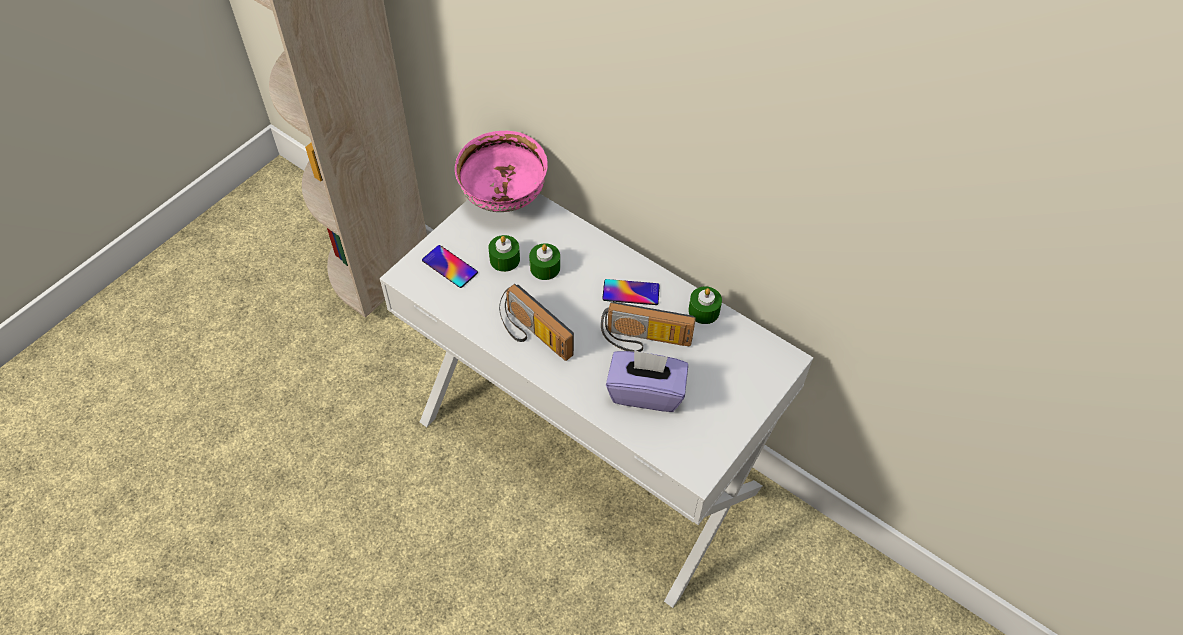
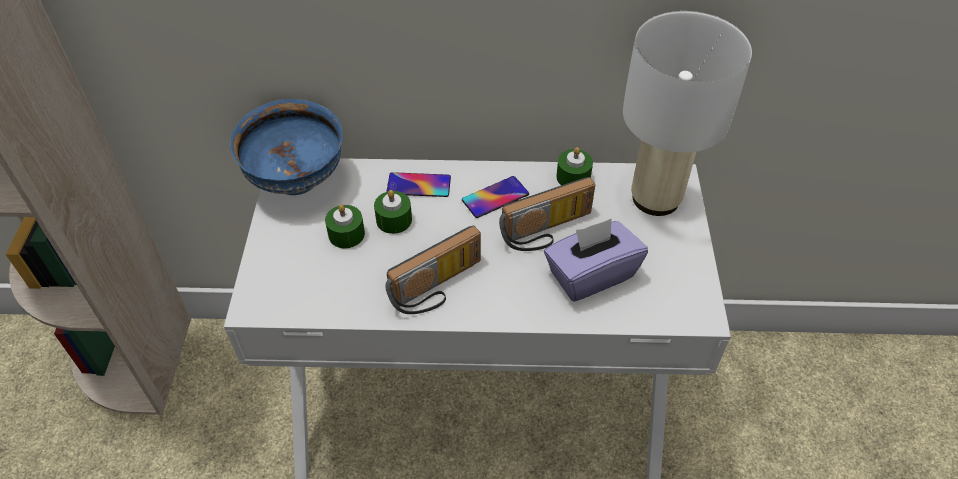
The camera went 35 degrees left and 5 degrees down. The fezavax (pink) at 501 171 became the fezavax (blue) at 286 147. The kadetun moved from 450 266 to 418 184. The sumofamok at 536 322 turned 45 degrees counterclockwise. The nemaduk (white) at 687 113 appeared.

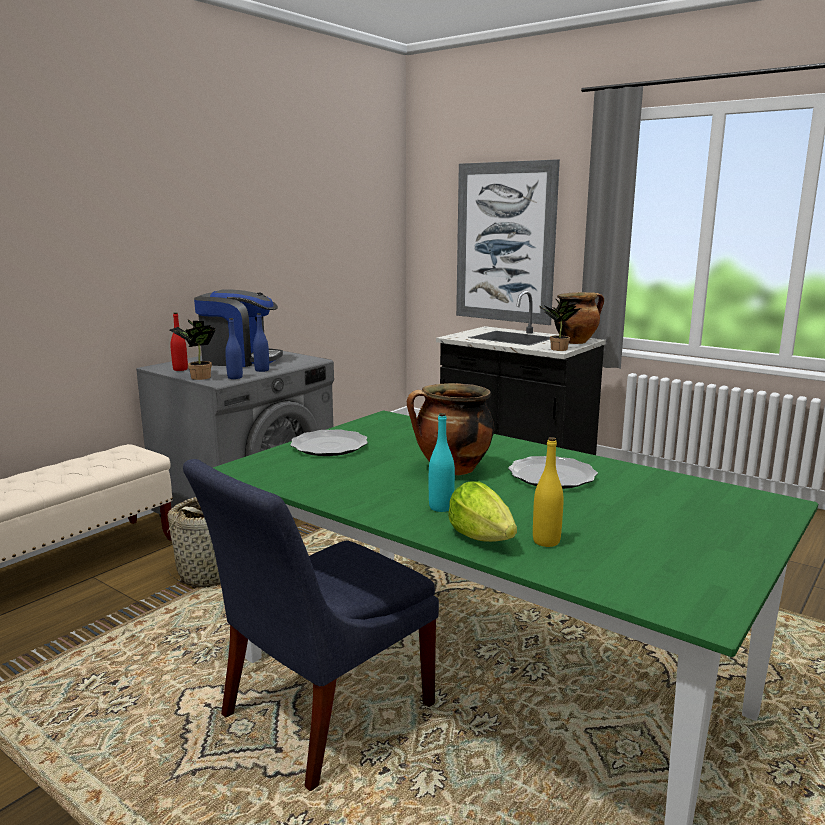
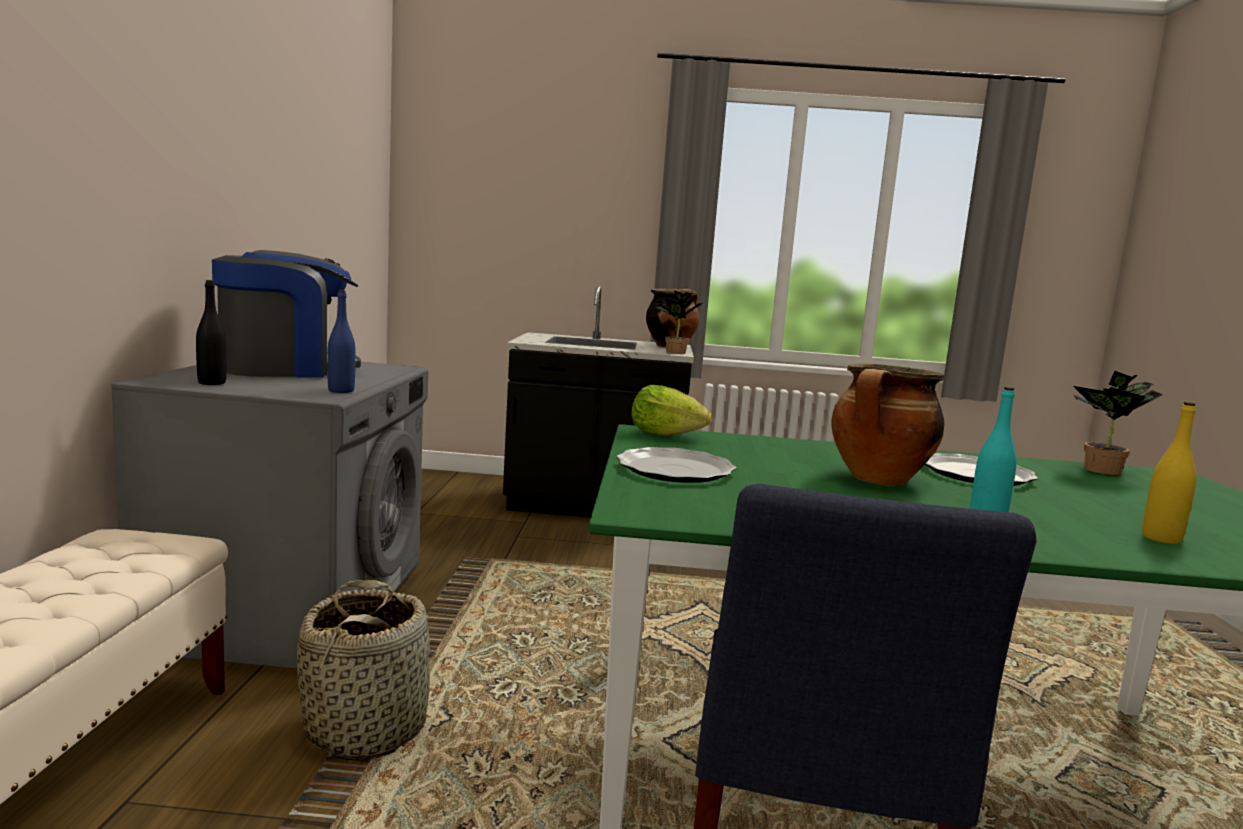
The camera went 35 degrees left and 5 degrees down. The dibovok at 508 242 disappeared. The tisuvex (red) at 179 341 became the tisuvex (black) at 211 332. The tisuvex (blue) at 261 342 disappeared. The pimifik moved from 193 349 to 1118 423. The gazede moved from 482 512 to 671 410.

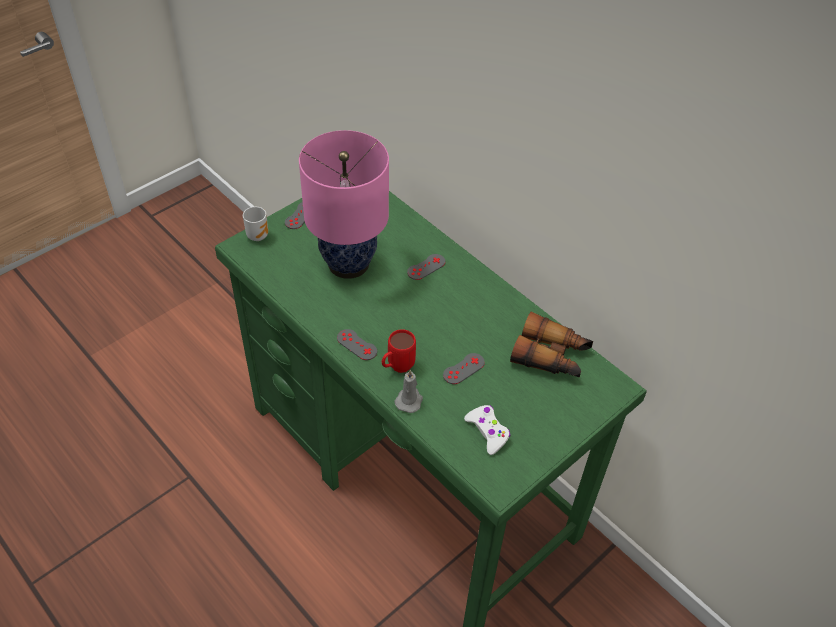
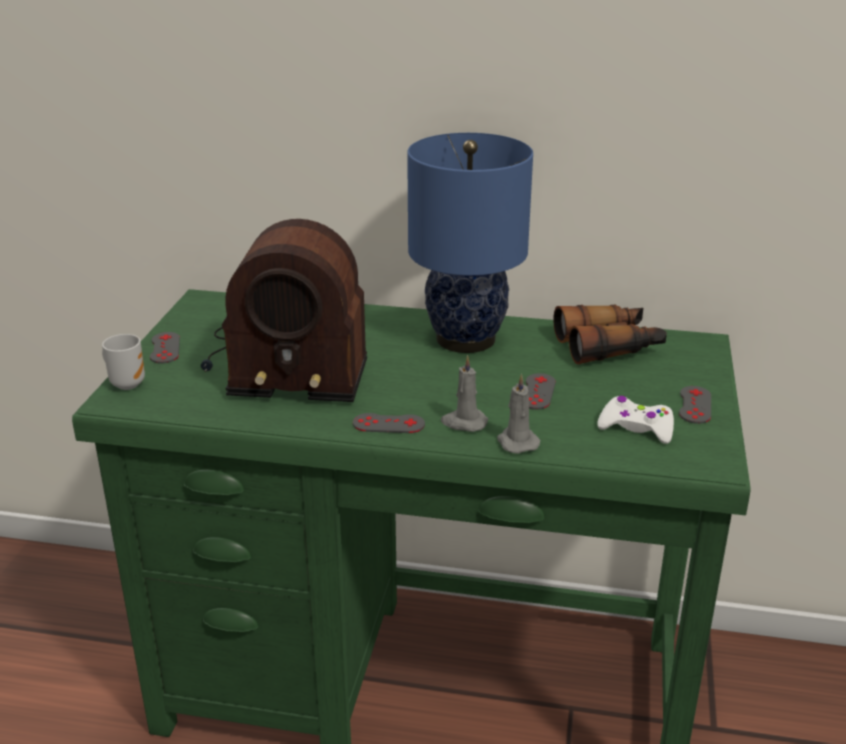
The camera went 35 degrees left and 20 degrees down. The nemaduk (pink) at 344 204 was replaced by the sumofamok at 284 310. The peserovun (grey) moved from 426 267 to 695 405. The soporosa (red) at 399 351 was replaced by the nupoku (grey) at 464 393. The nemaduk (blue) at 470 243 appeared.

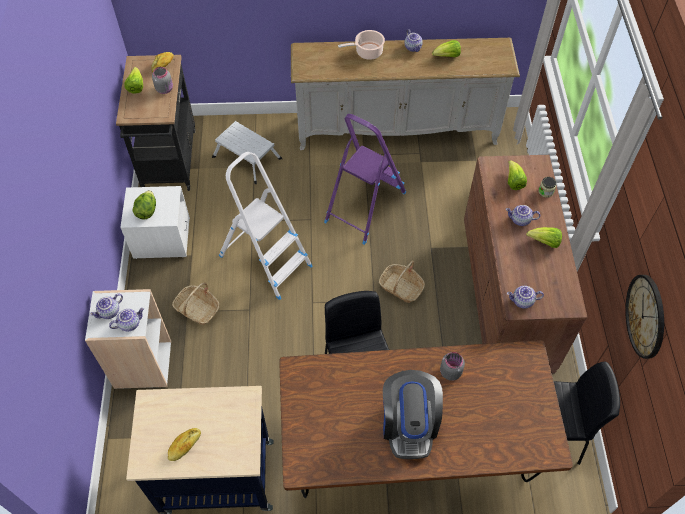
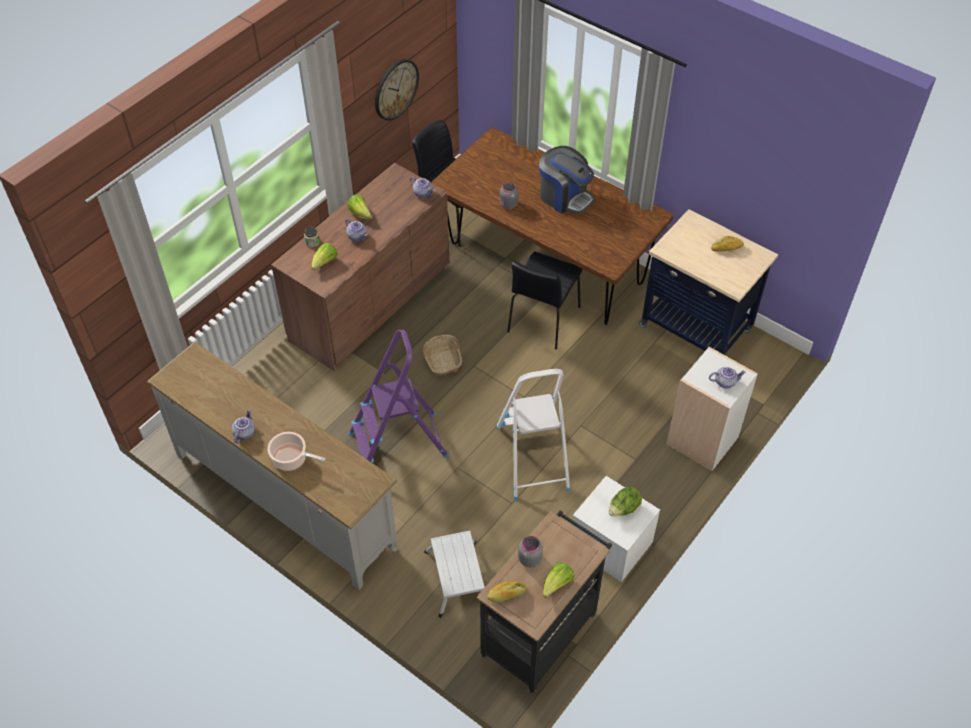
The camera went 140 degrees left and 5 degrees down. The gazede at 446 48 disappeared. The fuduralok at 195 303 disappeared. The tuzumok at 126 319 disappeared. The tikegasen at 413 414 turned 90 degrees clockwise.

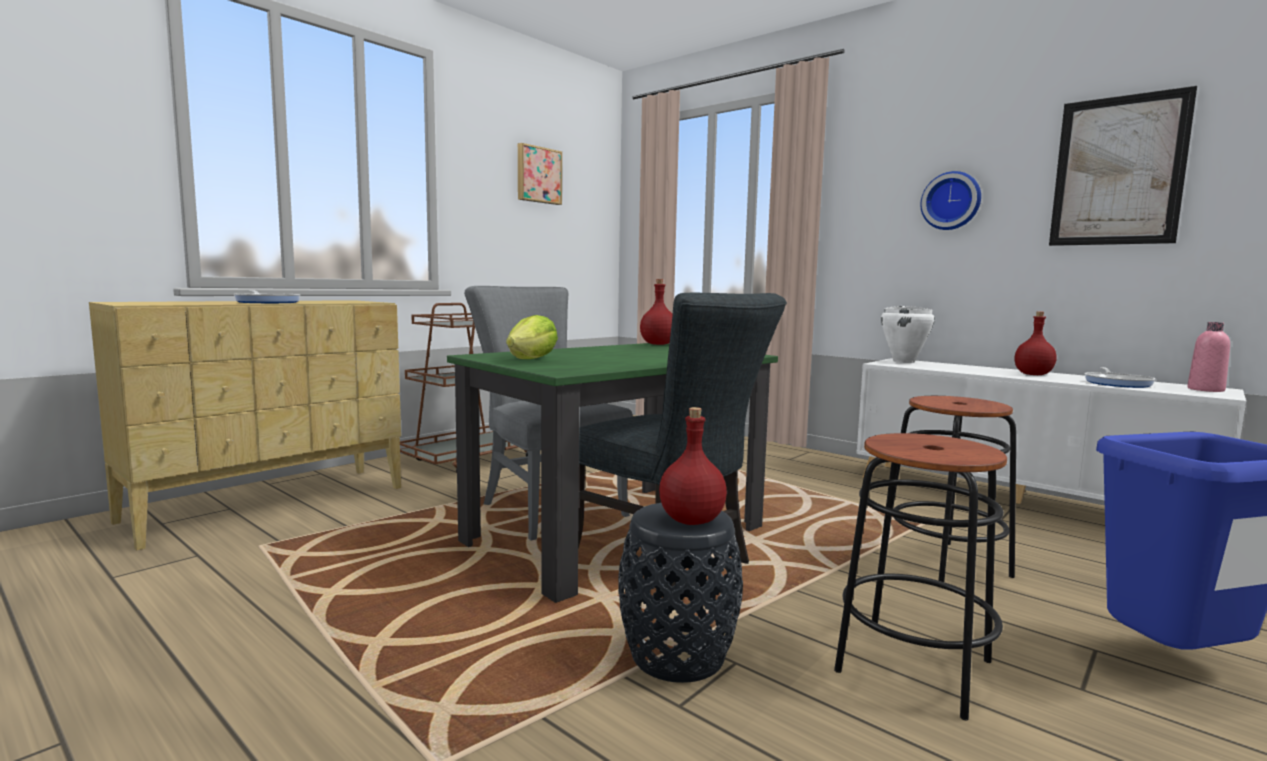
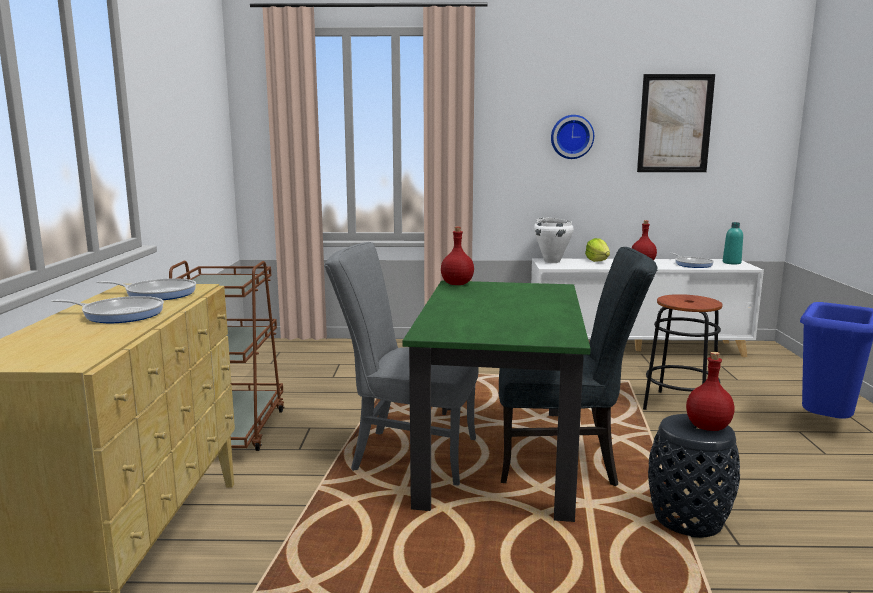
The camera went 40 degrees left and 5 degrees up. The dibovok at 540 174 disappeared. The gazede moved from 532 337 to 597 250. The tisuvex (pink) at 1208 357 became the tisuvex (turquoise) at 733 243. The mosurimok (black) at 920 576 disappeared. The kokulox at 146 289 appeared.

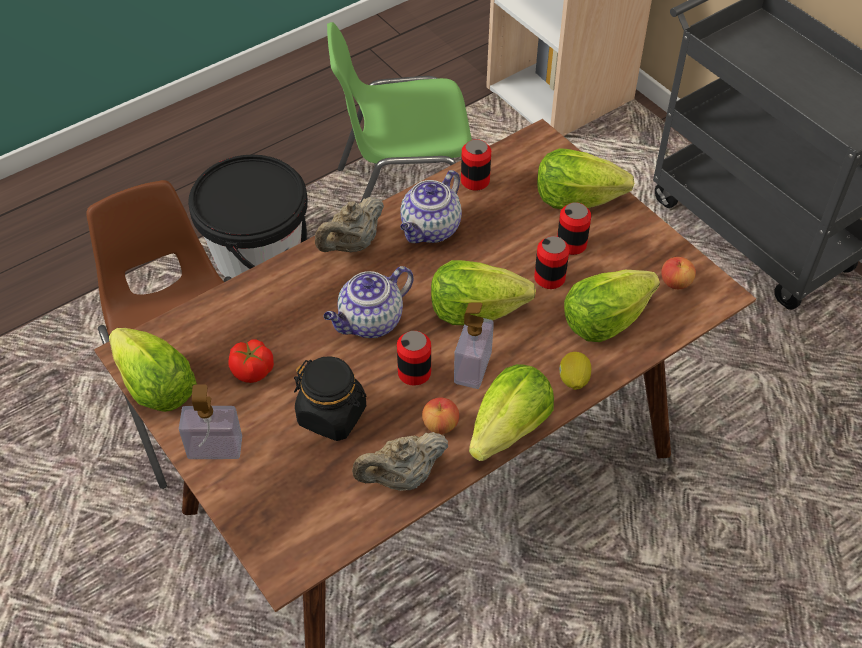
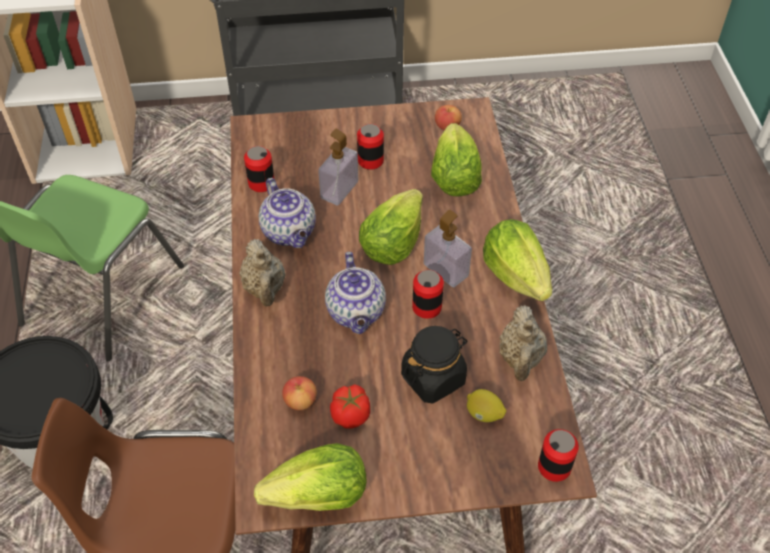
The camera went 60 degrees left and 0 degrees up. The gazede at 586 178 disappeared. The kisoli moved from 552 262 to 558 455. The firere moved from 575 371 to 487 405. The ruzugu moved from 210 421 to 338 167. The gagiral moved from 440 416 to 299 393.

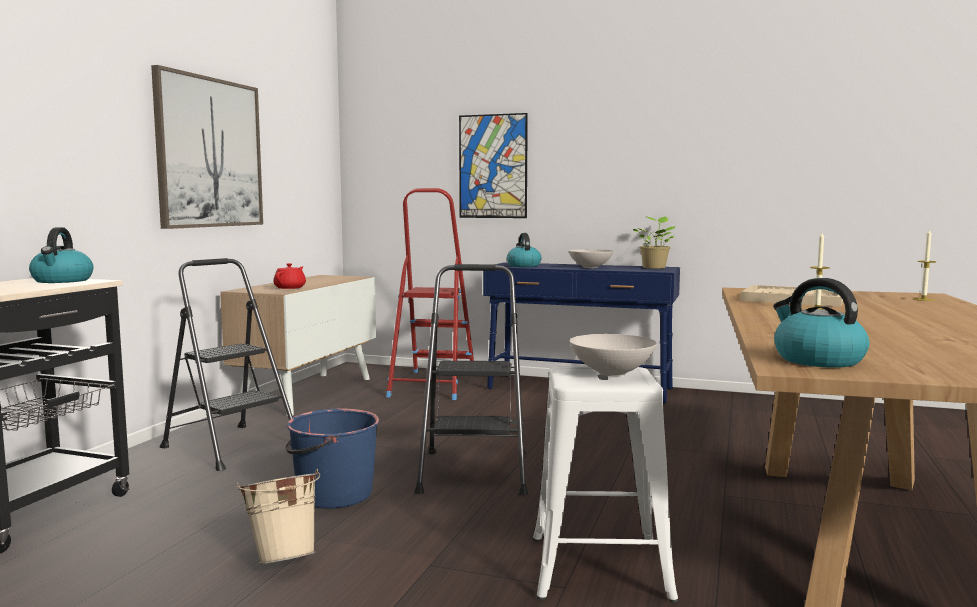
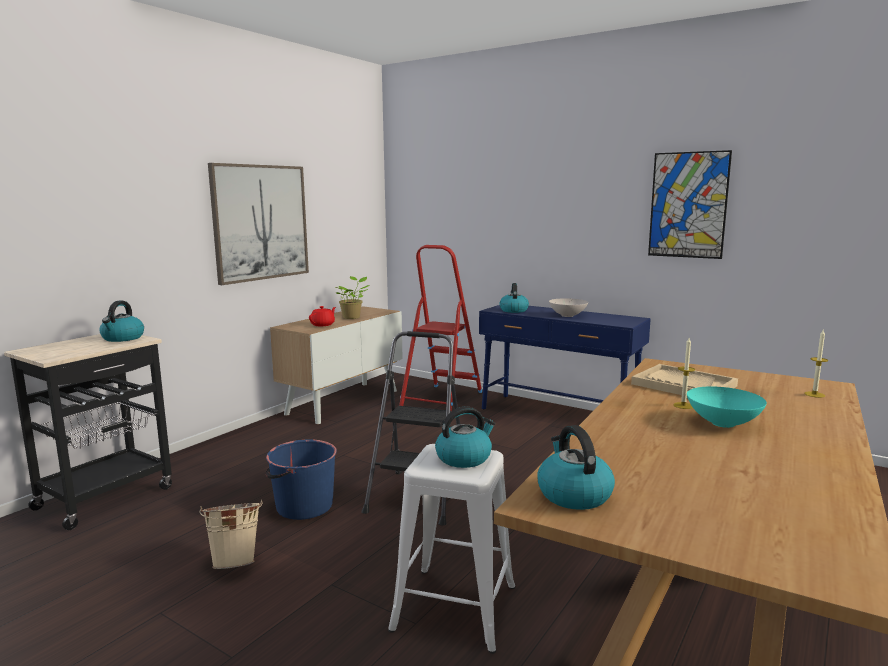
The camera went 15 degrees right and 5 degrees up. The dibovok moved from 493 165 to 690 204. The pimifik moved from 654 242 to 353 297. The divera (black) at 226 364 disappeared. The fezavax (white) at 613 355 was replaced by the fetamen at 465 437. The fezavax (turquoise) at 727 407 appeared.

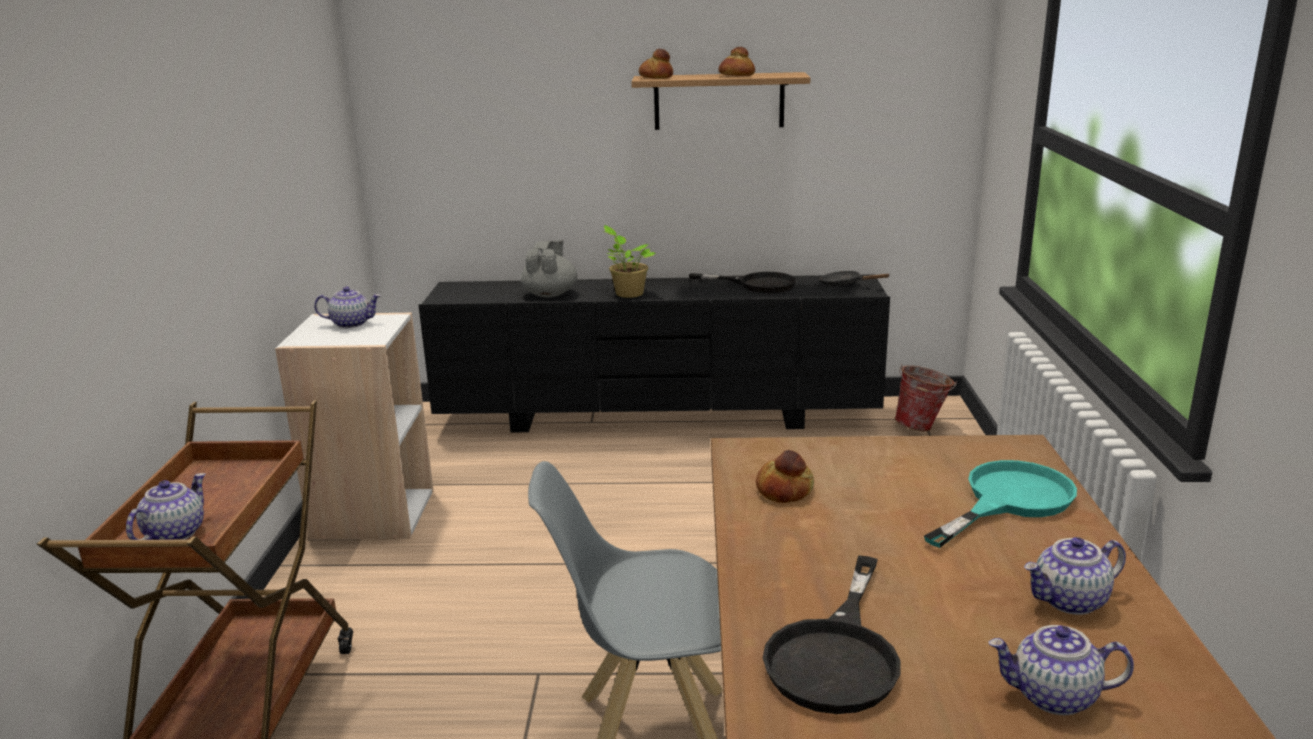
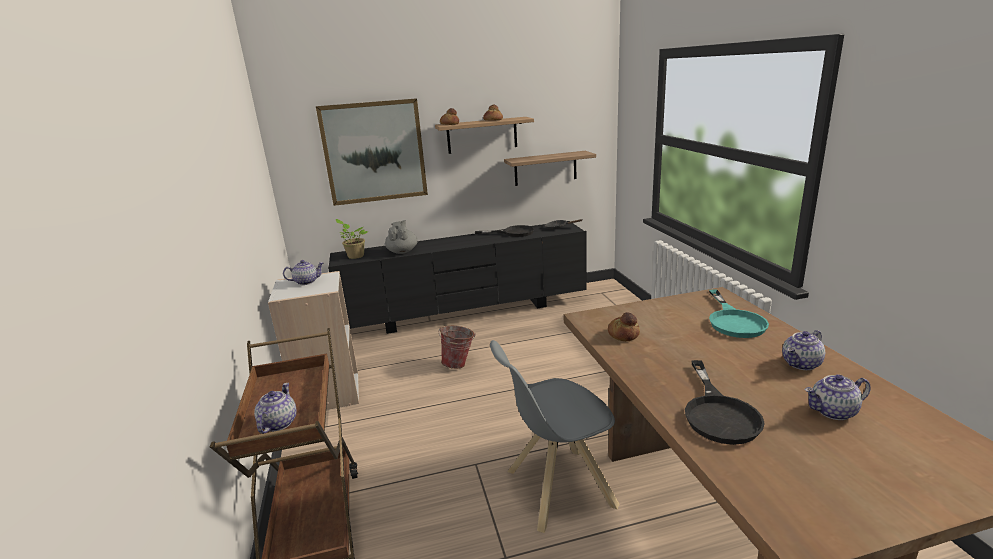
The camera went 15 degrees left and 0 degrees up. The pimifik moved from 629 261 to 351 239. The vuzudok moved from 926 397 to 457 347. The kokulox (turquoise) at 1000 504 turned 150 degrees clockwise. The dibovok at 372 152 appeared. The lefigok at 550 168 appeared.

